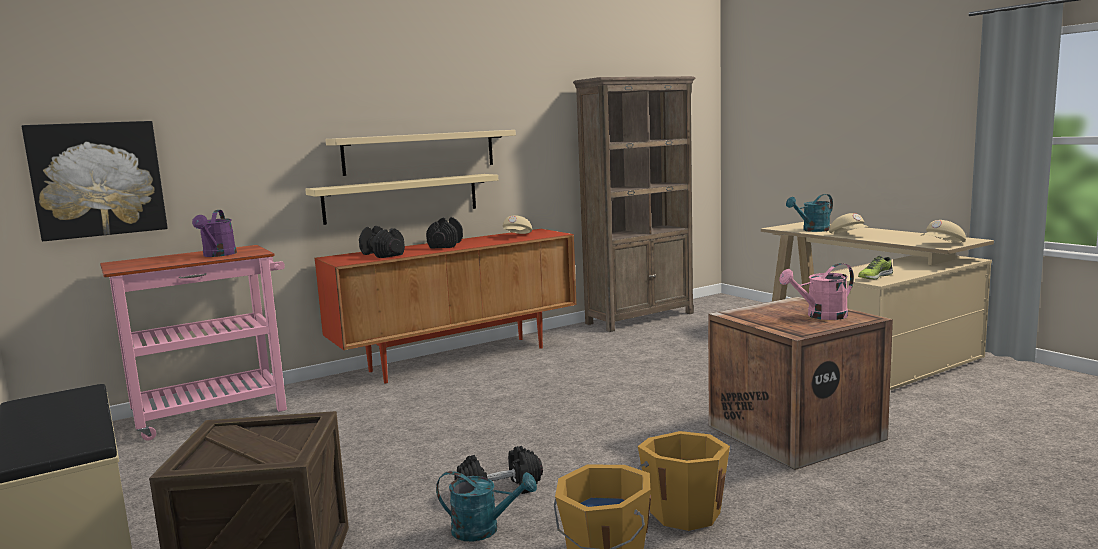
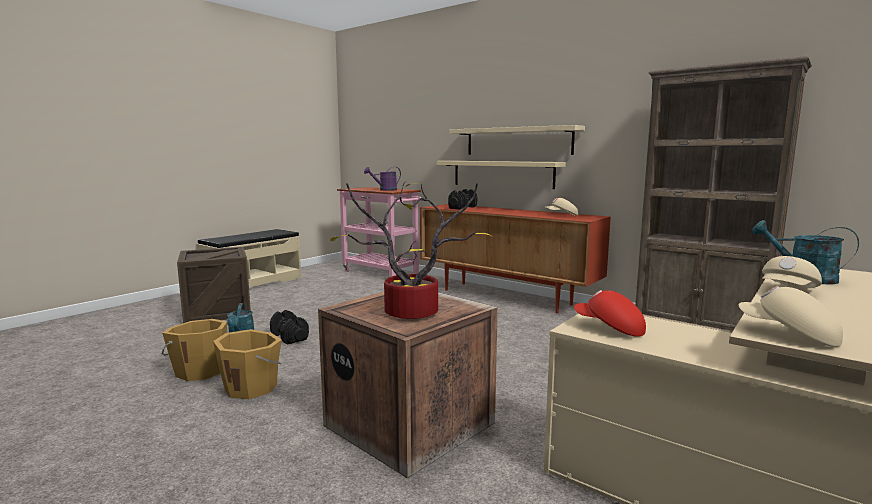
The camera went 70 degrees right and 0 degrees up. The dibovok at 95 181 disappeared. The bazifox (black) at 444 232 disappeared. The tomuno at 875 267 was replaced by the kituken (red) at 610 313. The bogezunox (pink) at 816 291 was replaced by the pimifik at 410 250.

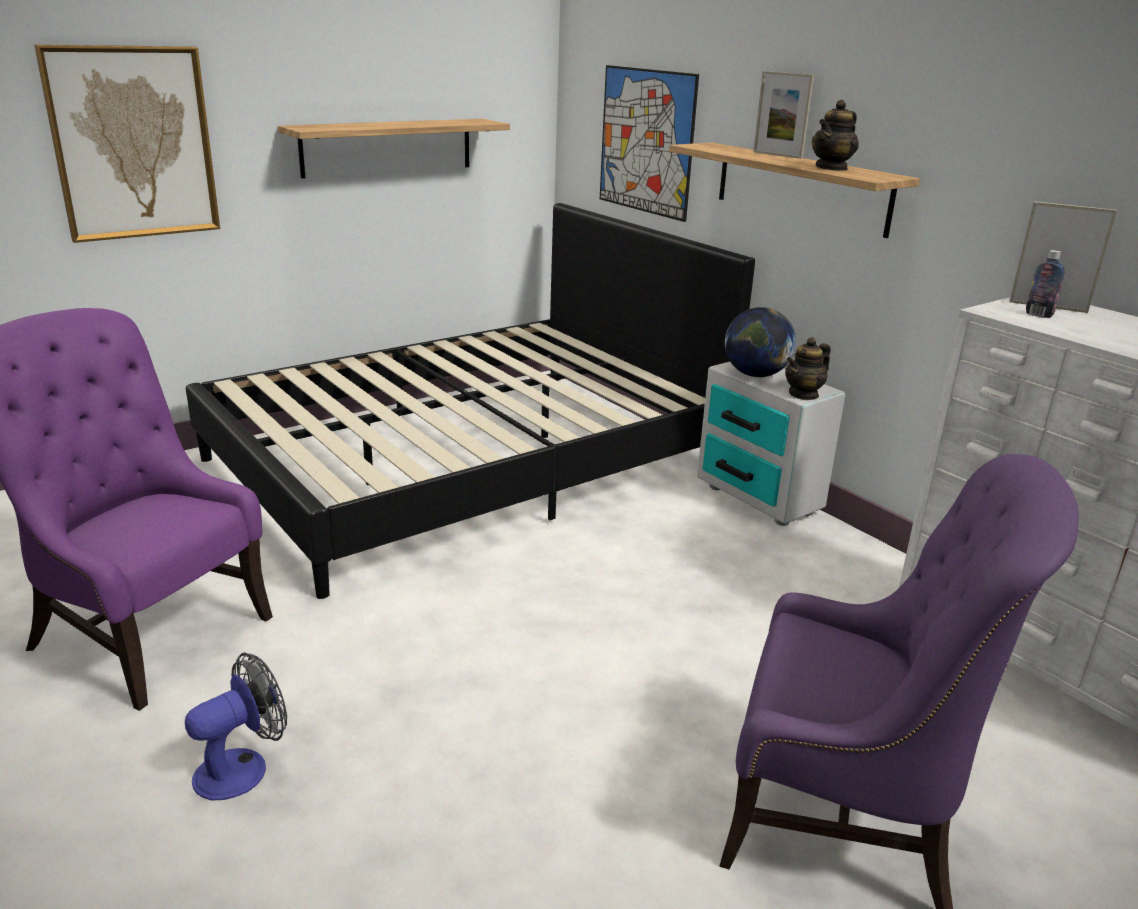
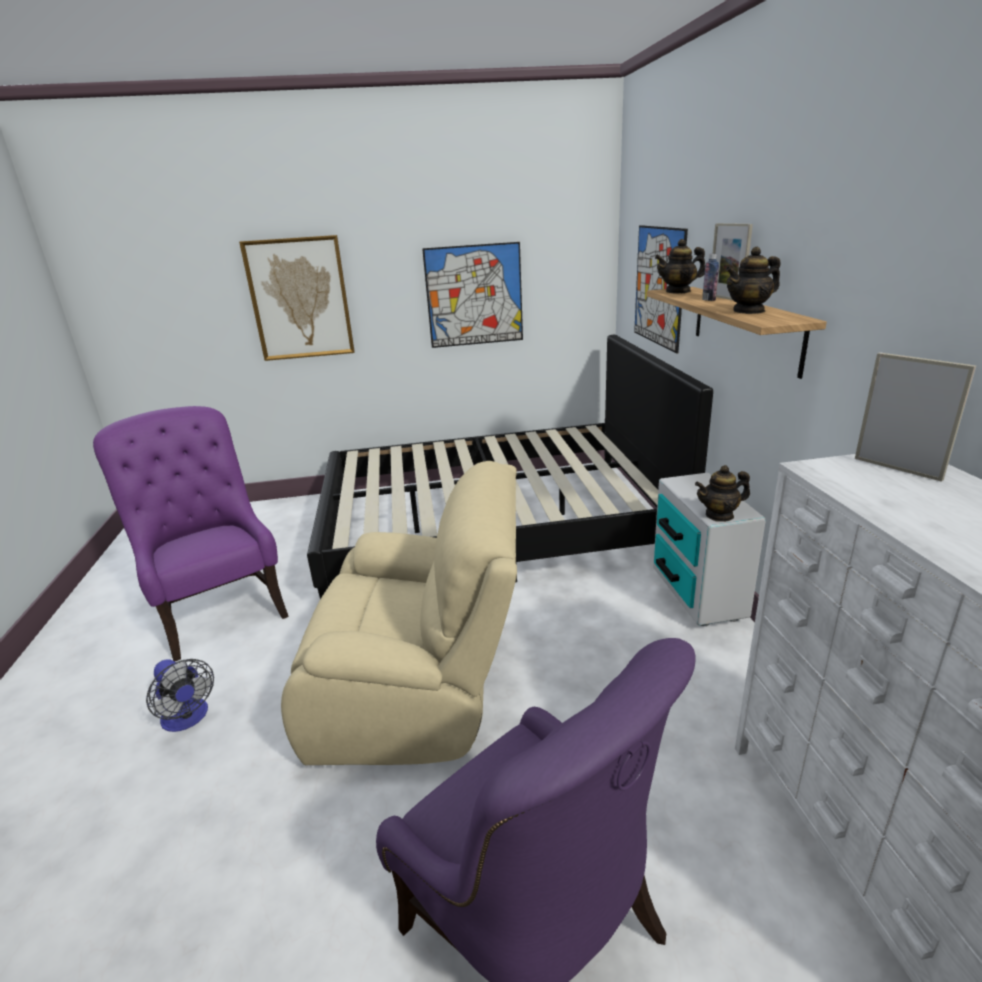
The camera went 30 degrees right and 0 degrees up. The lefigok at 394 149 was replaced by the dibovok at 472 295. The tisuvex moved from 1045 284 to 710 277. The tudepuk at 760 342 disappeared. The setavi at 236 726 turned 60 degrees clockwise. The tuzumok at 680 266 appeared. The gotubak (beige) at 399 613 appeared.

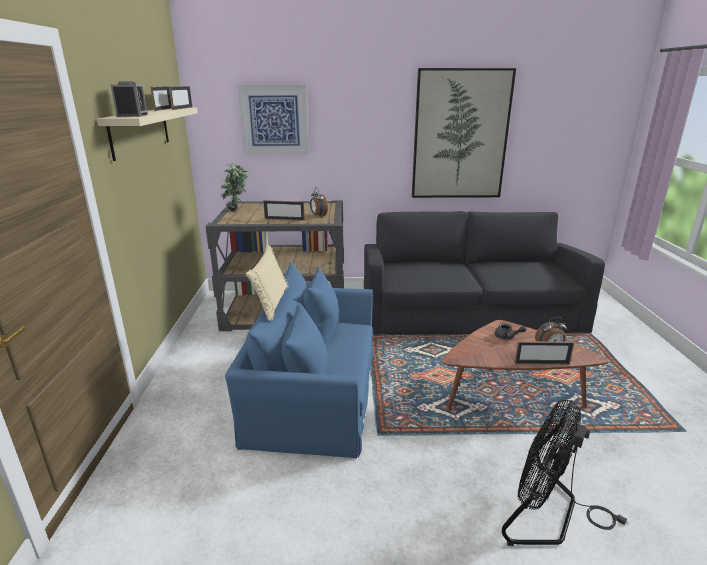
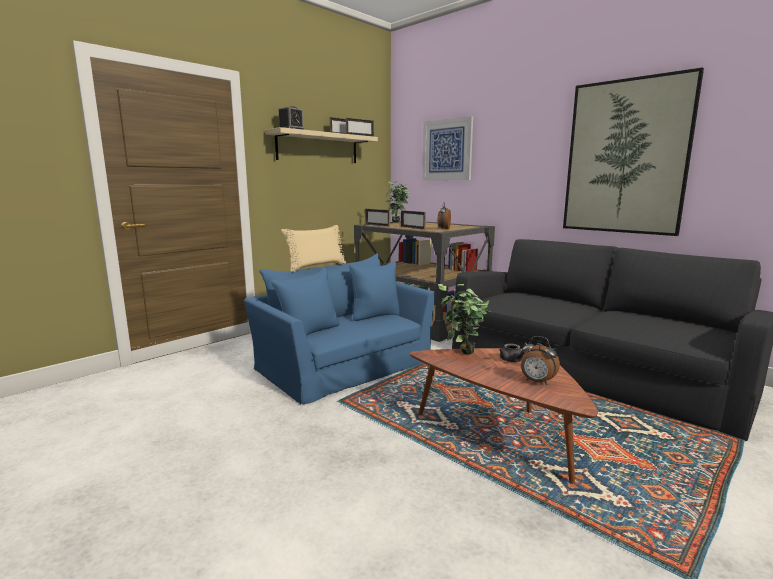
The camera went 45 degrees right and 10 degrees down. The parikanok moved from 544 353 to 377 218. The setavi (black) at 565 473 disappeared. The pimifik at 465 319 appeared.

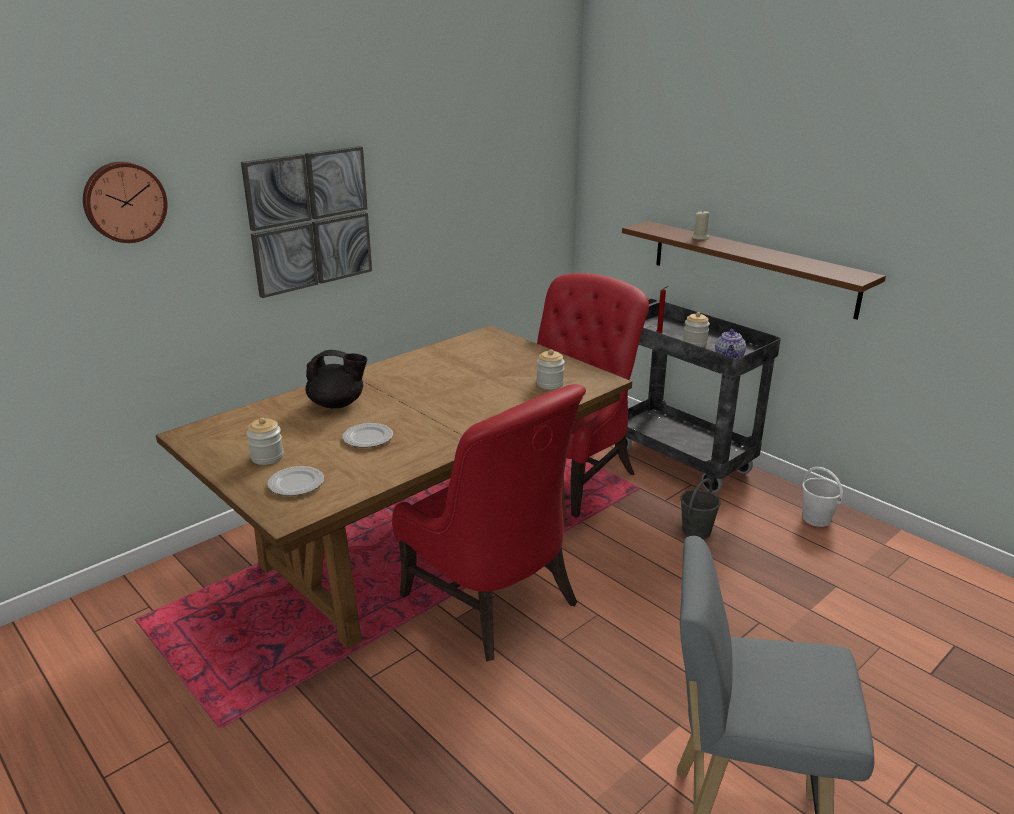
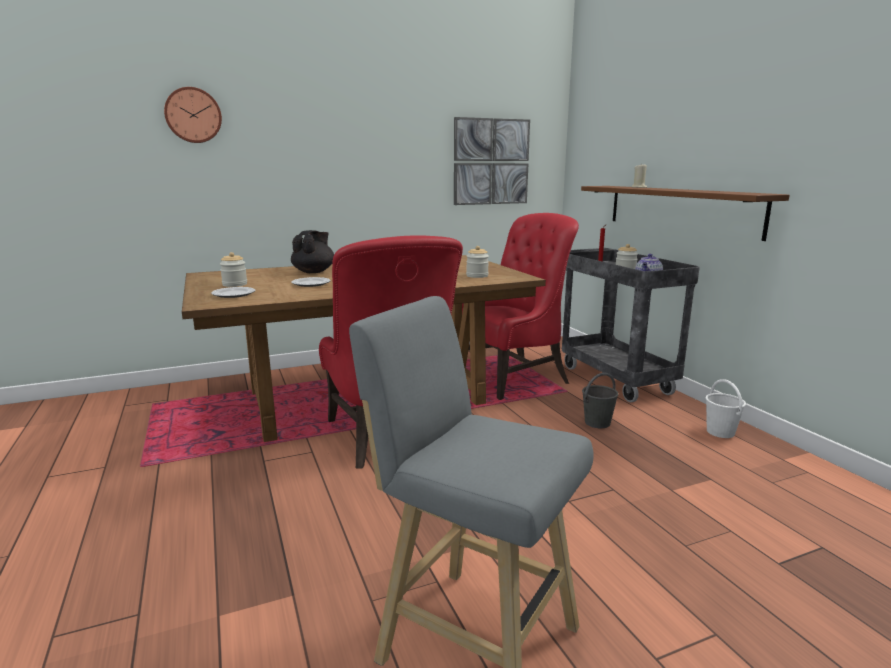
The camera went 20 degrees right and 10 degrees down. The dibovok moved from 306 222 to 492 161. The tuzumok (black) at 336 379 turned 90 degrees counterclockwise.

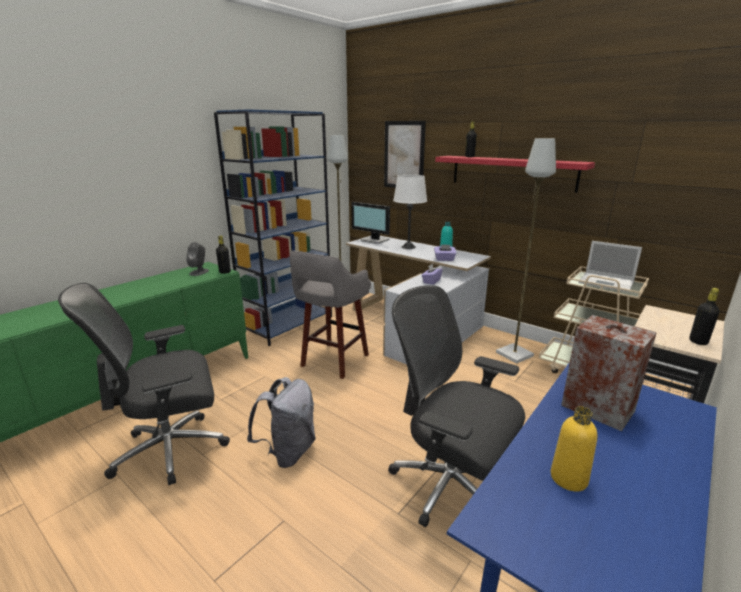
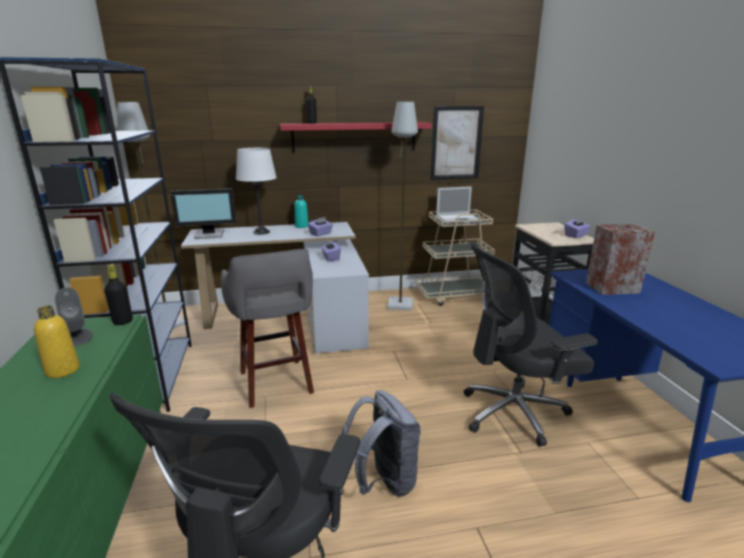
The camera went 50 degrees left and 0 degrees up. The dibovok moved from 405 154 to 457 143. The tisuvex (black) at 704 316 was replaced by the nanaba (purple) at 577 227. The tisuvex (yellow) moved from 574 449 to 57 342.

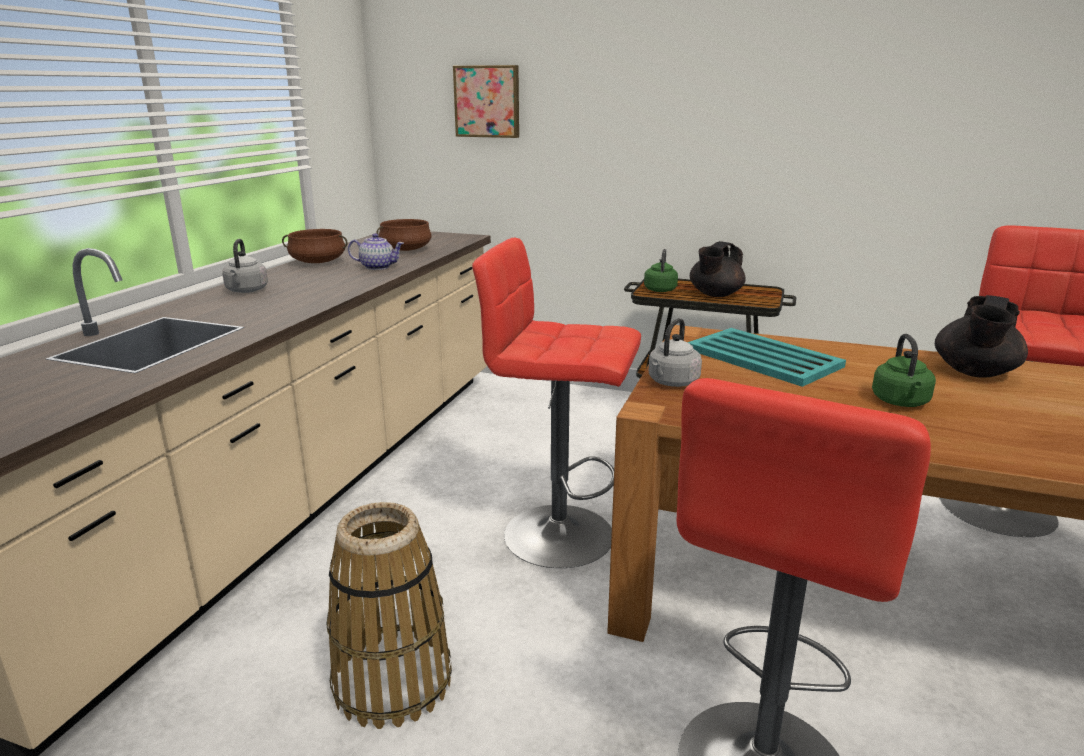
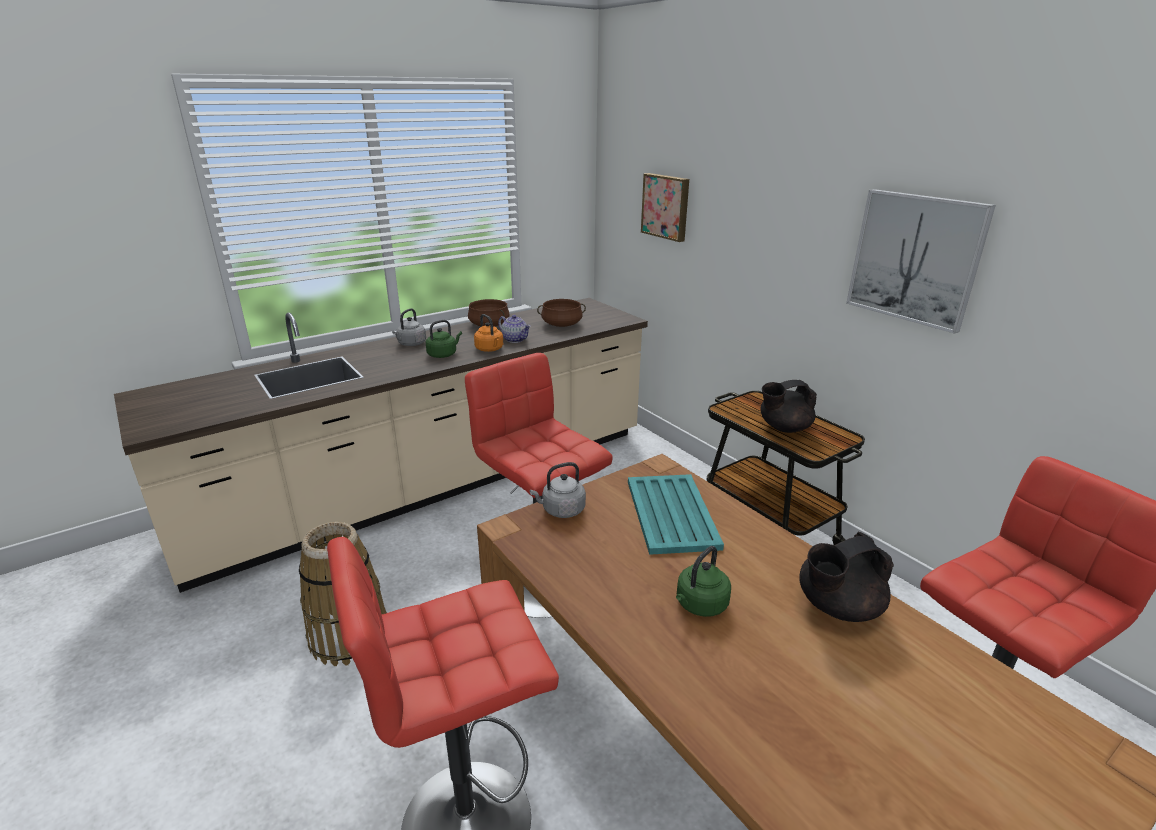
The camera went 35 degrees right and 5 degrees up. The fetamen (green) moved from 661 270 to 443 339. The dibovok at 921 261 appeared. The fetamen (orange) at 488 333 appeared.

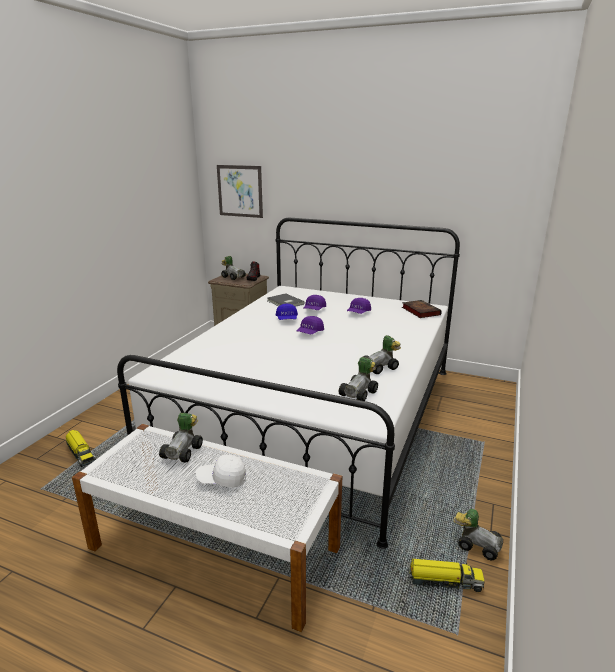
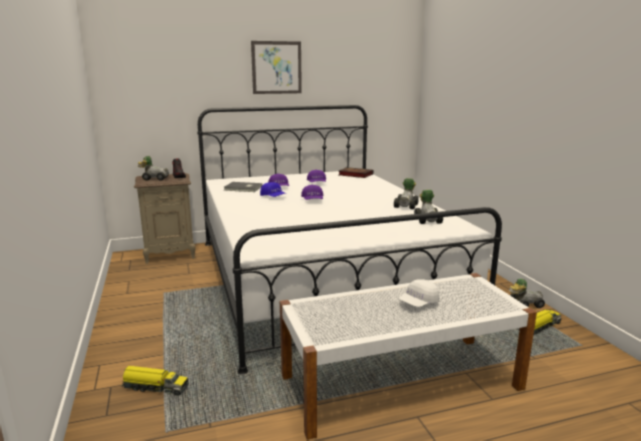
The camera went 40 degrees left and 5 degrees down. The dibovok moved from 240 191 to 276 67. The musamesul at 181 438 disappeared.

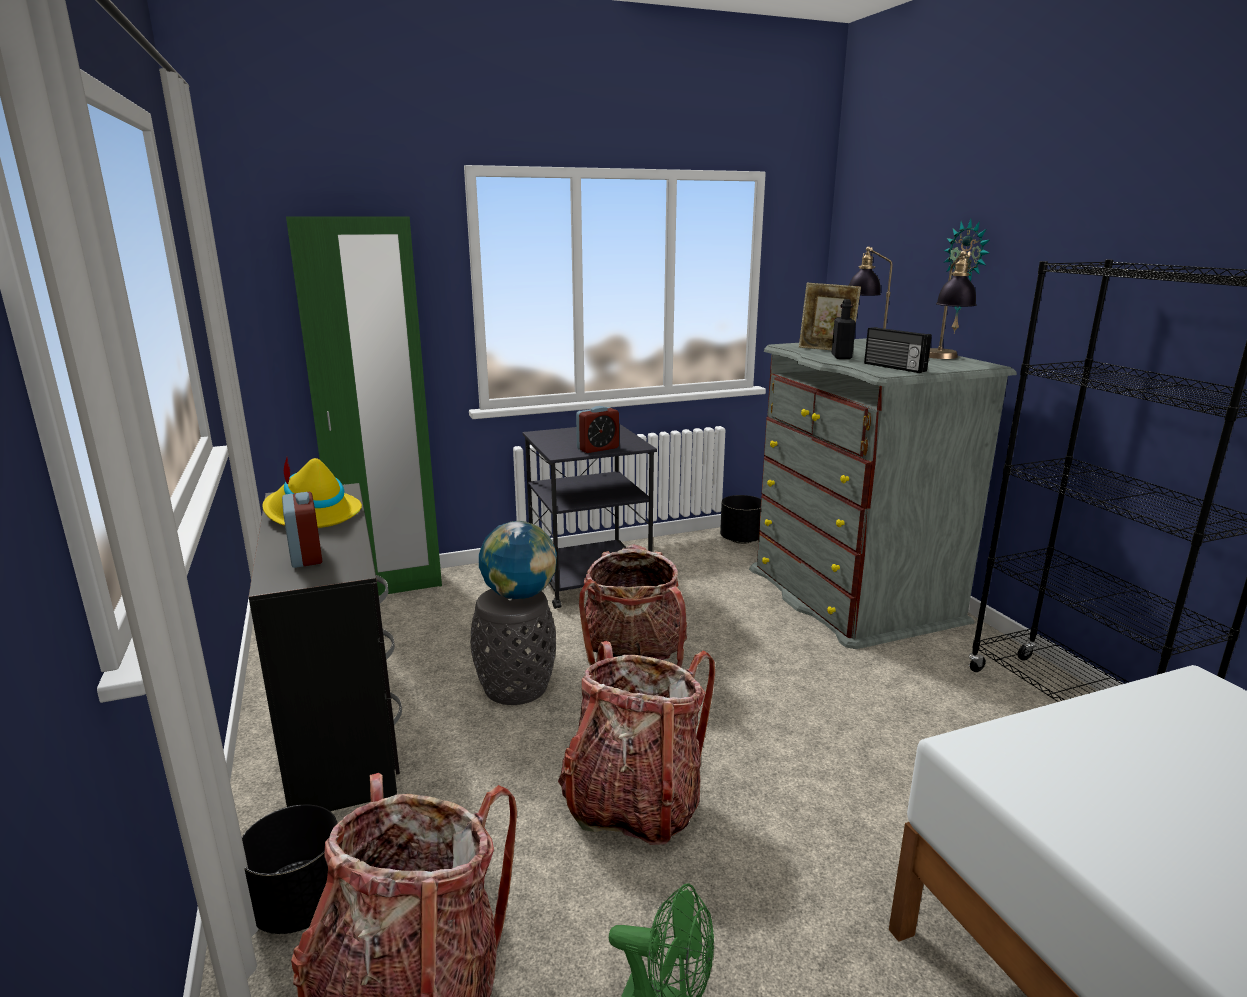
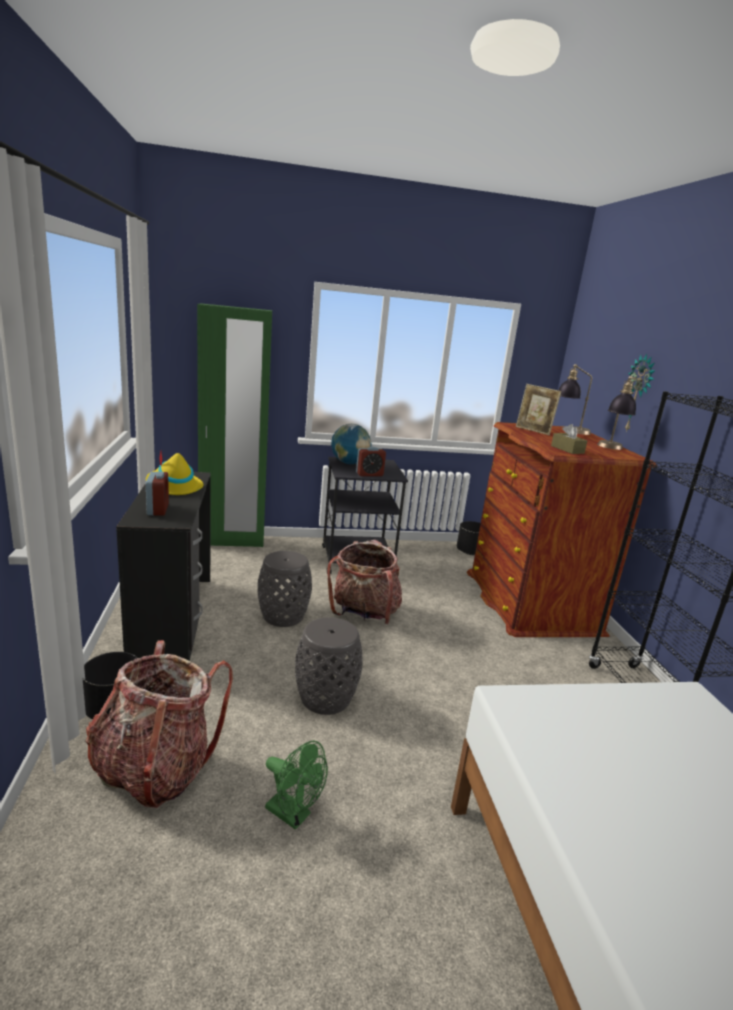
The camera went 10 degrees right and 0 degrees up. The tisuvex (black) at 844 329 disappeared. The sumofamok at 898 350 was replaced by the nanaba (brown) at 569 439. The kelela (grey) at 883 493 became the kelela (brown) at 562 529. The tudepuk moved from 518 560 to 351 444. The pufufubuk at 636 743 was replaced by the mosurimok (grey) at 329 666.

